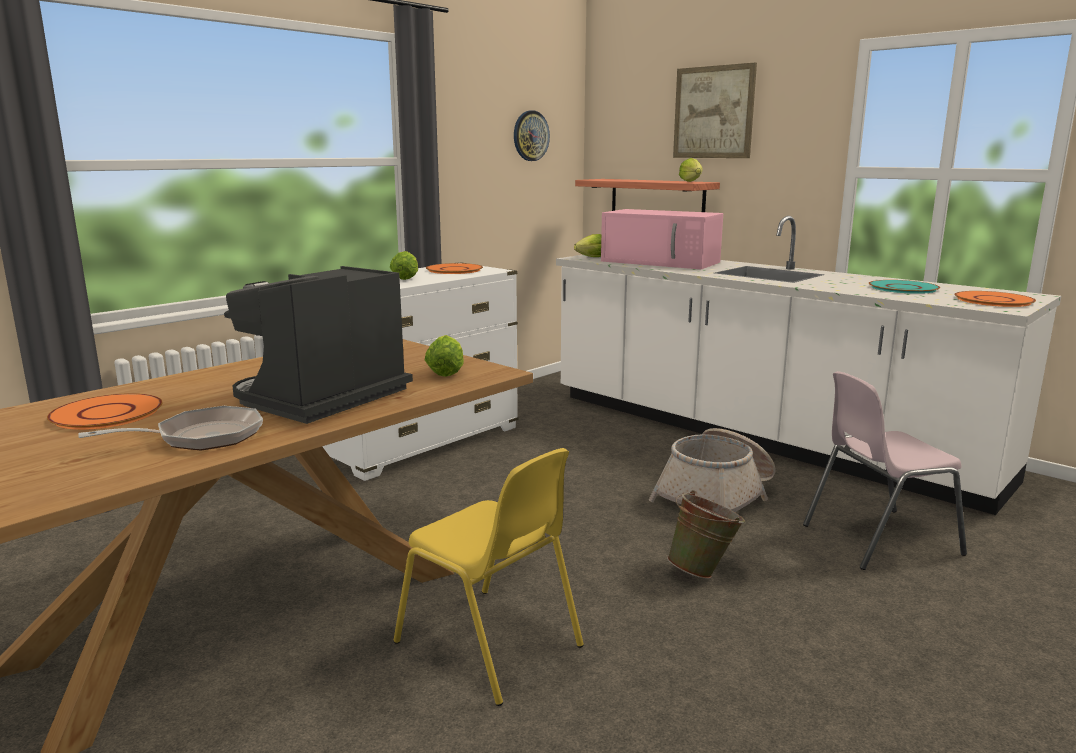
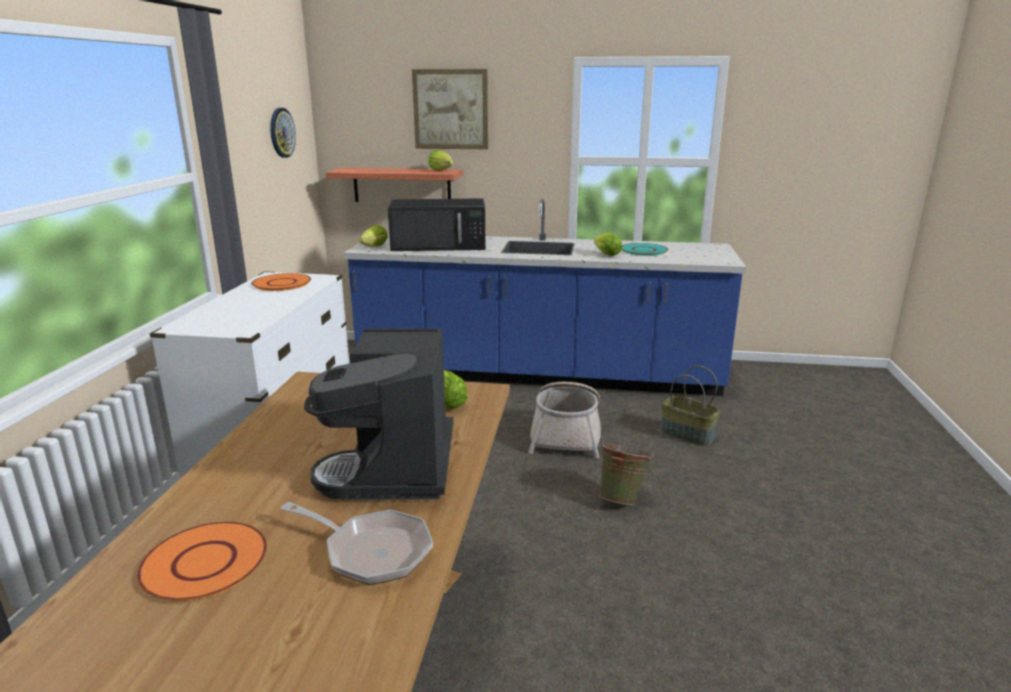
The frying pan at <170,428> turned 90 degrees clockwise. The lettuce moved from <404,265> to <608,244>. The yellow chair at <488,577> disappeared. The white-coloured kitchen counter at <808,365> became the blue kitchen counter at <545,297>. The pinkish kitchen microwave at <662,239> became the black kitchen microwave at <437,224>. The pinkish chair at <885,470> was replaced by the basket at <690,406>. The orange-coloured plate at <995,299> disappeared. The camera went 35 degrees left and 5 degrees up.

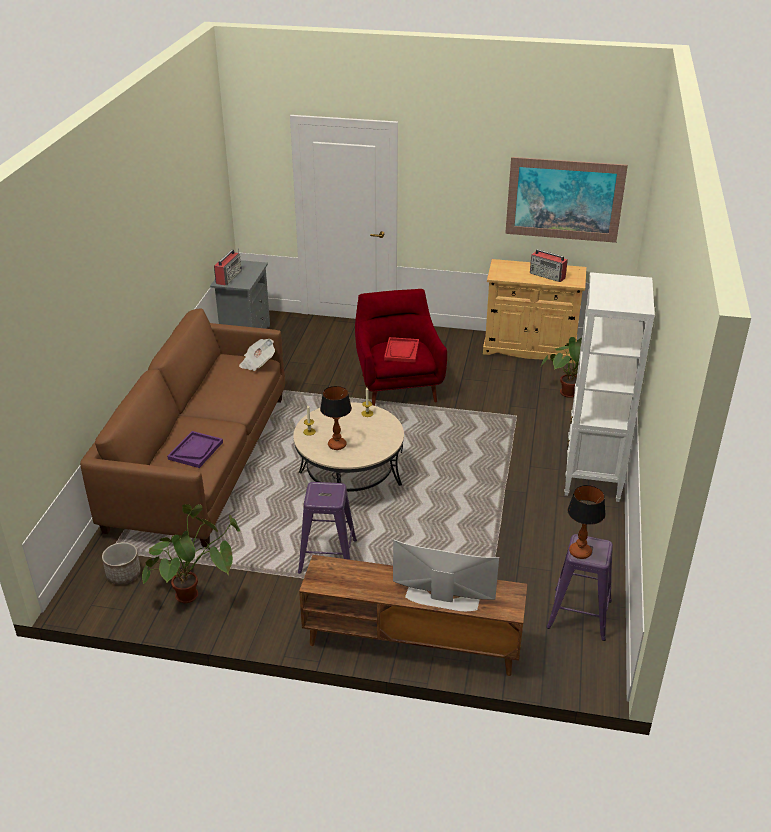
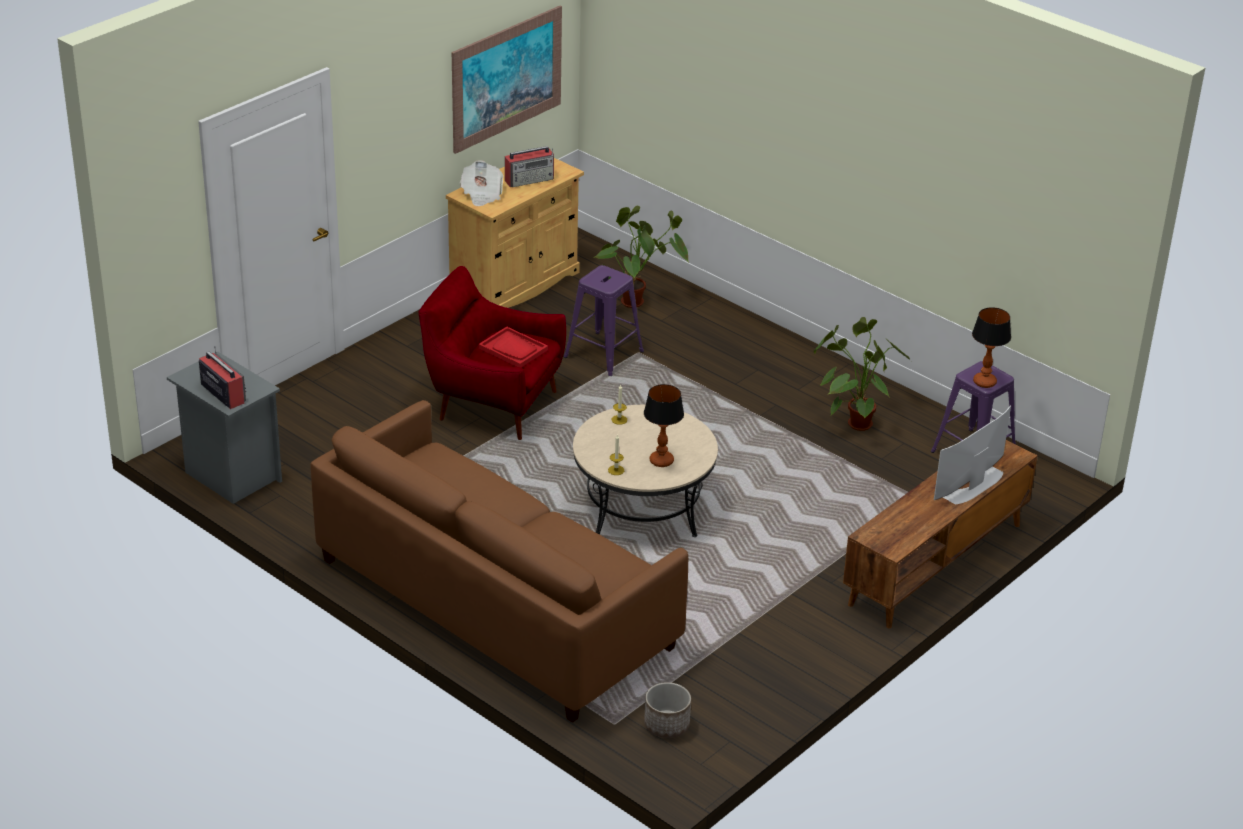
The potted plant moved from <191,553> to <862,374>. The purple serving tray at <195,449> disappeared. The printed paper moved from <257,355> to <482,183>. The purple sitting stool moved from <327,528> to <604,320>. The white-coloured bookcase at <609,387> disappeared. The camera went 60 degrees left and 0 degrees up.

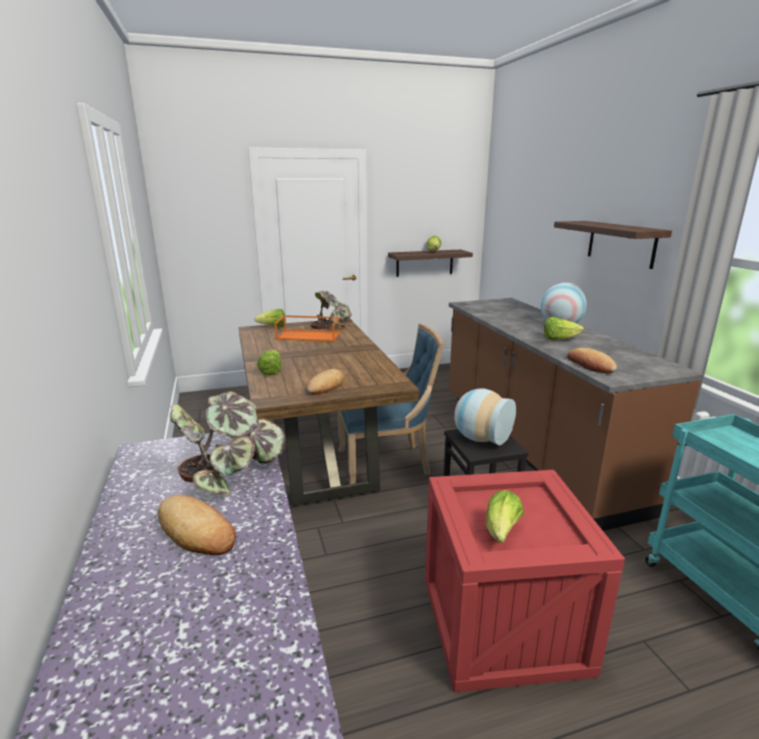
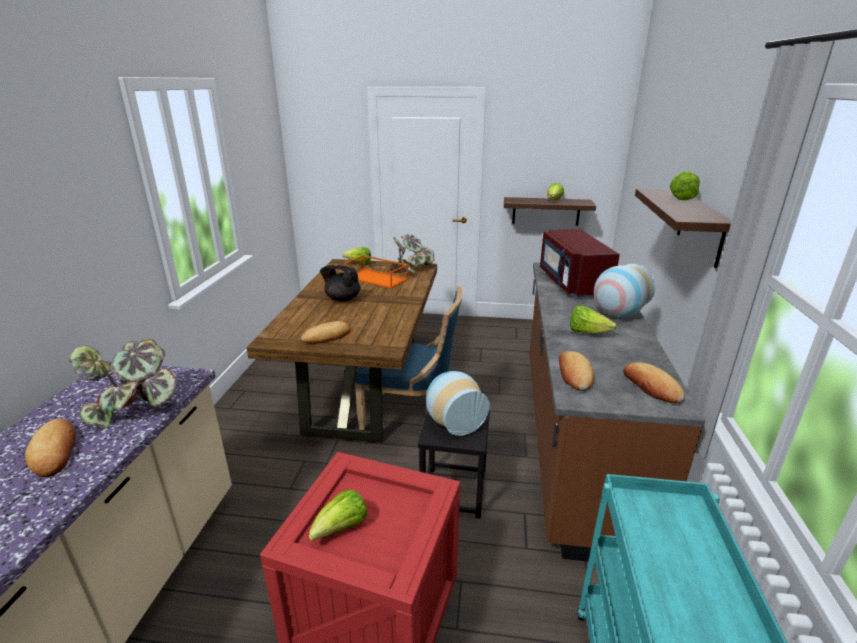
The lettuce moved from <269,363> to <685,185>. The black teapot at <340,283> appeared. The red kitchen microwave at <580,263> appeared. The bakery bread at <654,382> appeared. The camera went 25 degrees right and 5 degrees up.

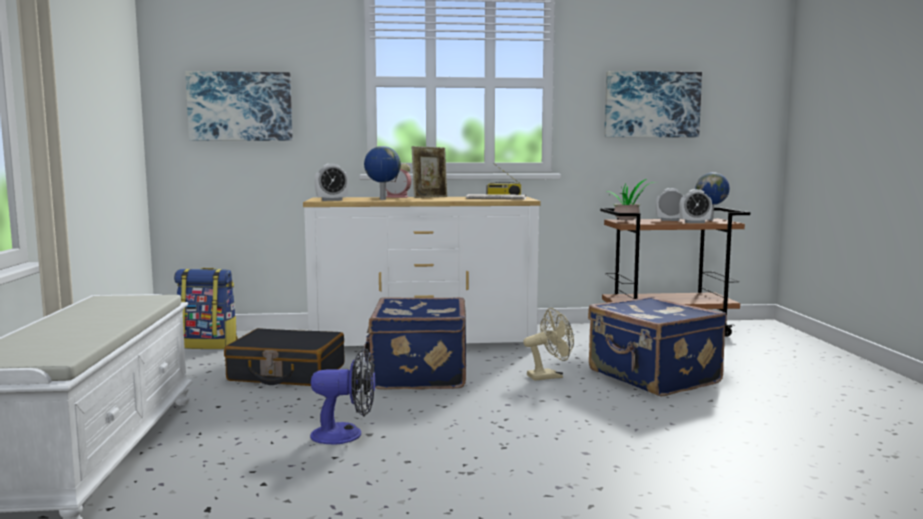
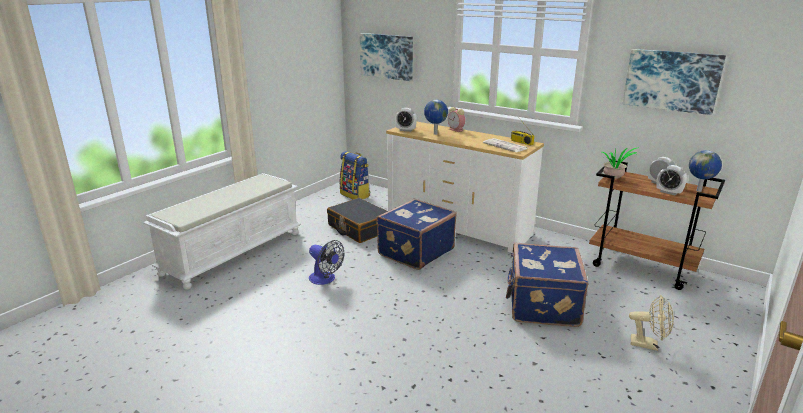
The photo frame at <429,172> disappeared. The beige cooling fan moved from <548,344> to <651,323>. The camera went 40 degrees right and 15 degrees up.

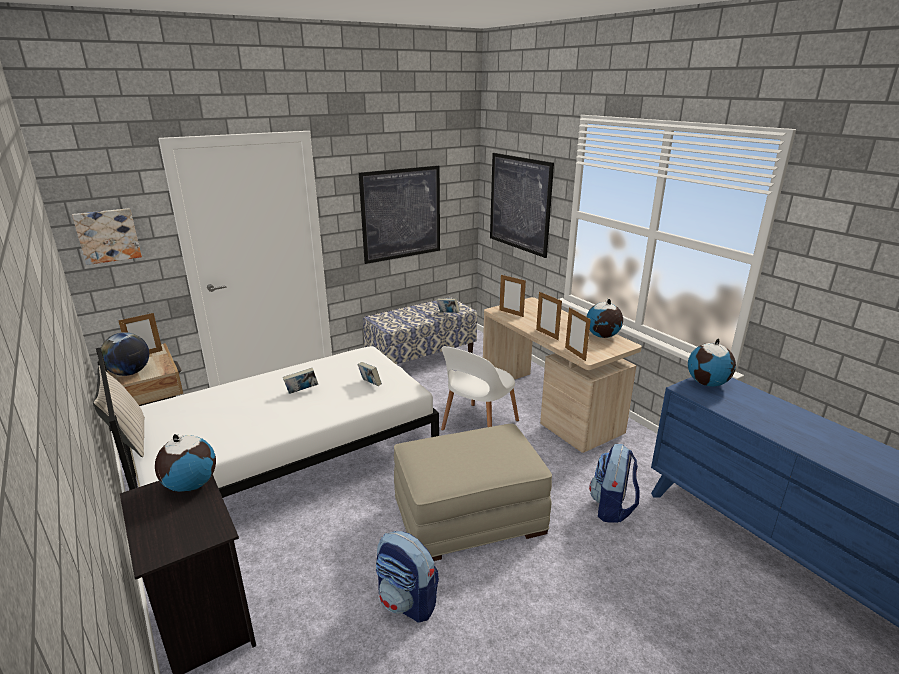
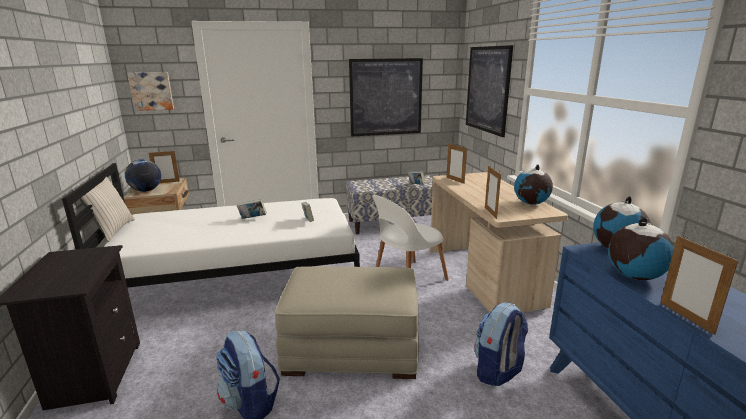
The world globe moved from <185,463> to <641,248>. The photo frame moved from <549,315> to <699,285>. The camera went 20 degrees right and 5 degrees down.

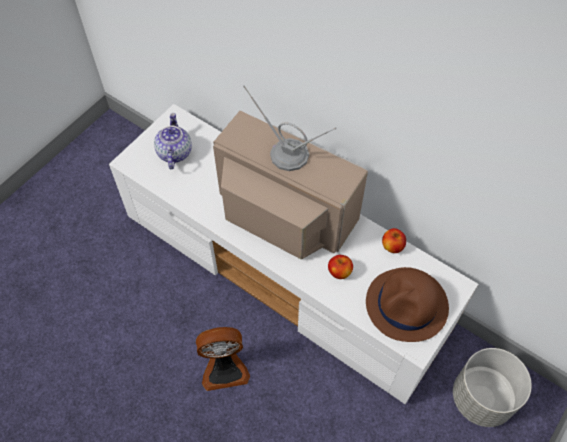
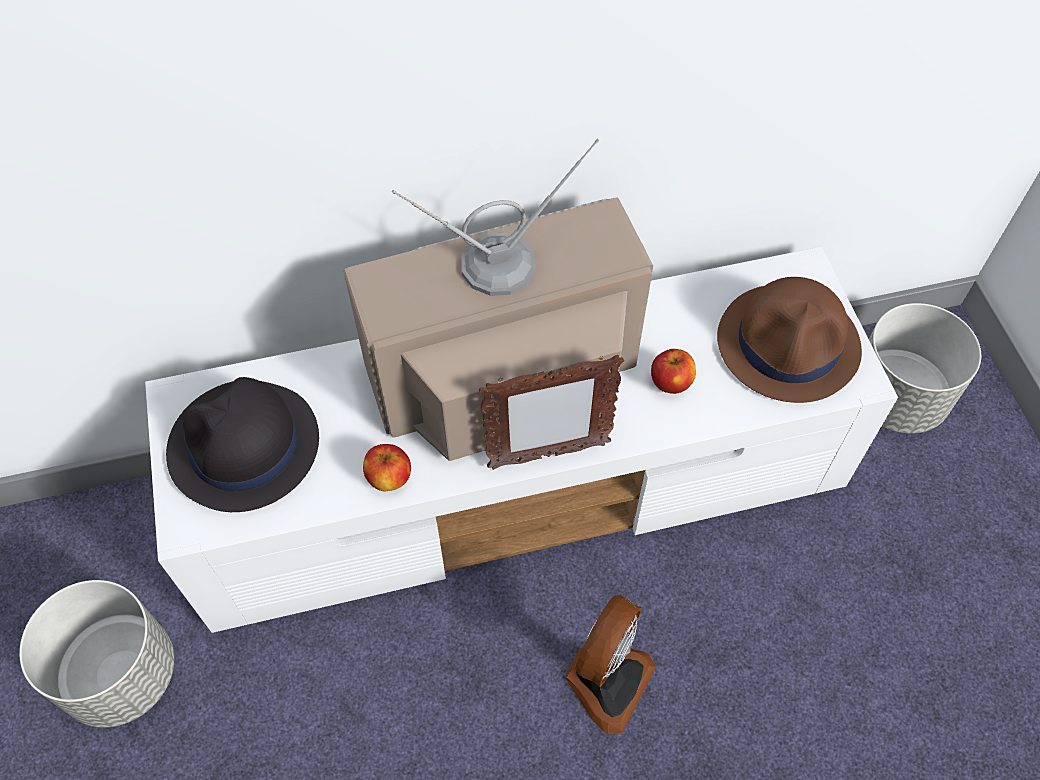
The teapot at <173,141> was replaced by the black wearable hat at <242,444>. The apple fruit moved from <394,240> to <387,467>. The gray flower pot at <96,654> appeared. The photo frame at <551,412> appeared. The camera went 50 degrees left and 0 degrees up.

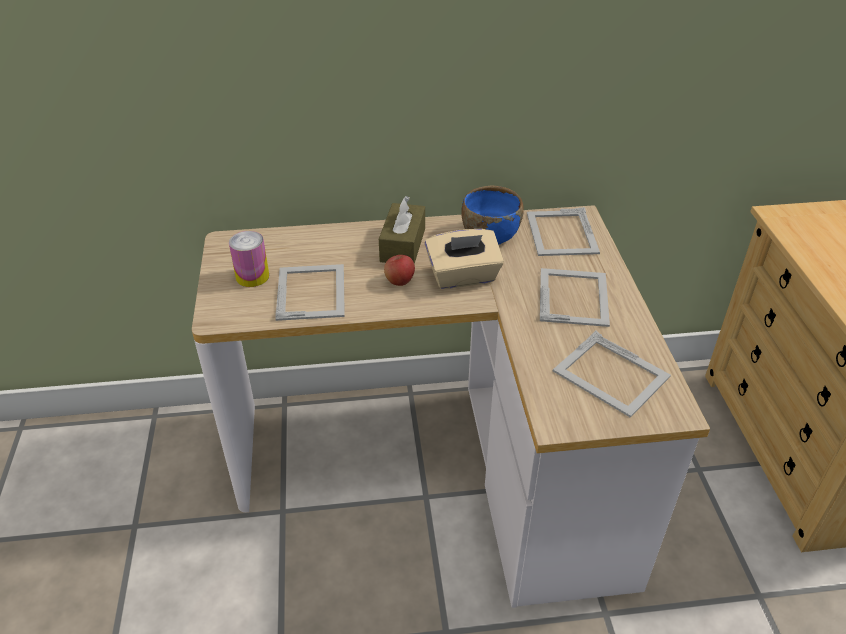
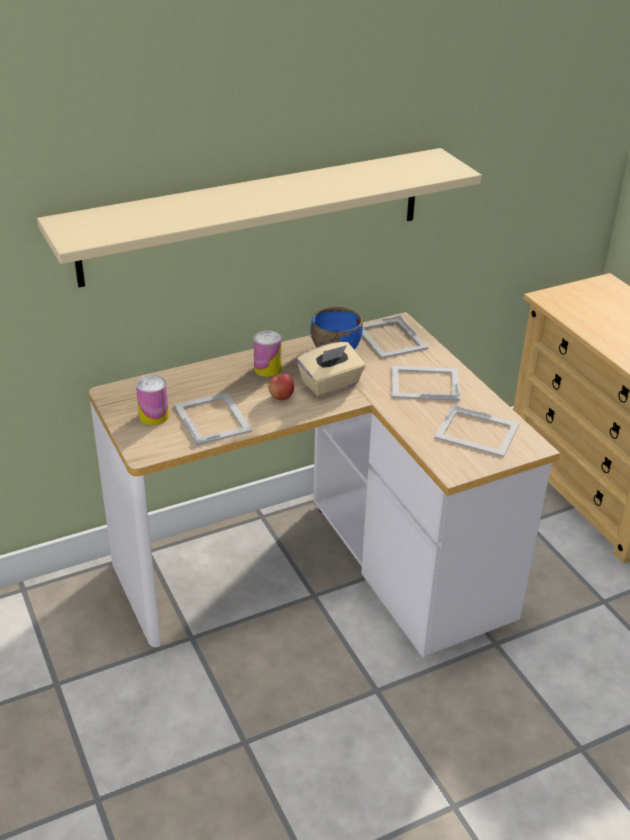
The brown-coloured tissue holder at <402,230> was replaced by the can at <267,354>. The photo frame at <575,297> turned 75 degrees counterclockwise. The beige shelf at <259,217> appeared. The camera went 20 degrees left and 5 degrees down.

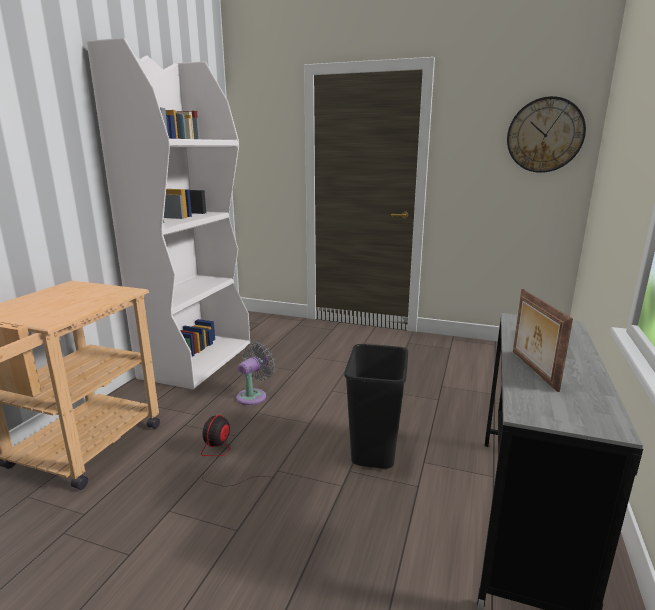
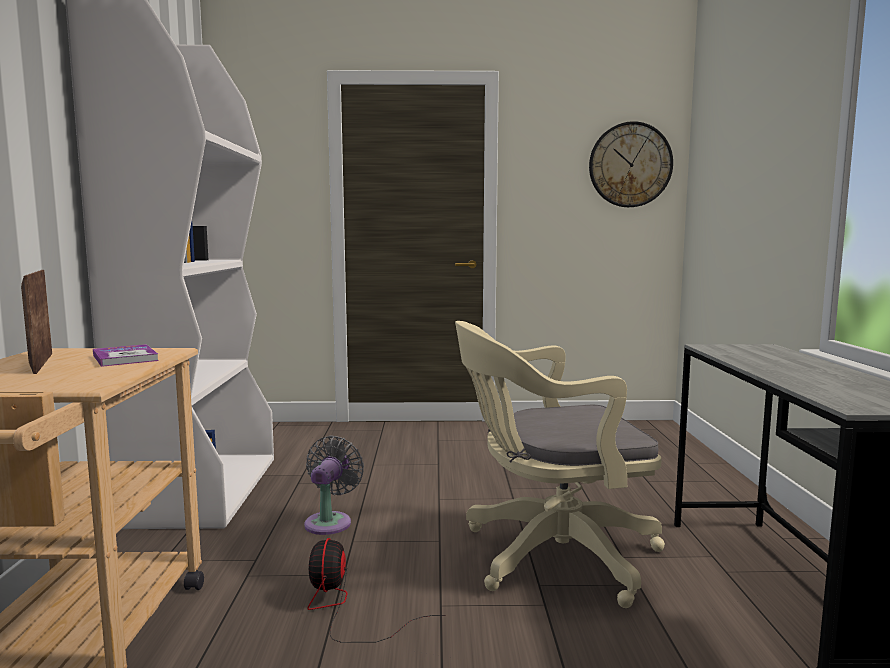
The black waste bin at <376,406> was replaced by the beige computer chair at <560,464>. The photo frame moved from <543,340> to <36,322>. The book at <126,355> appeared. The camera went 20 degrees left and 10 degrees down.

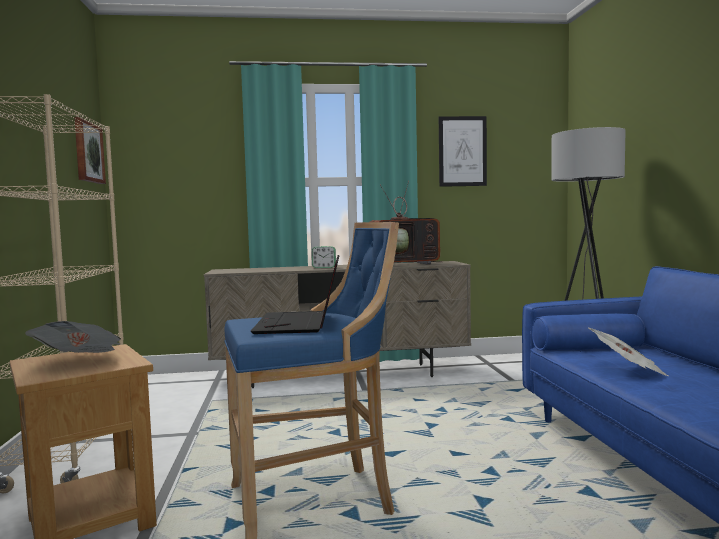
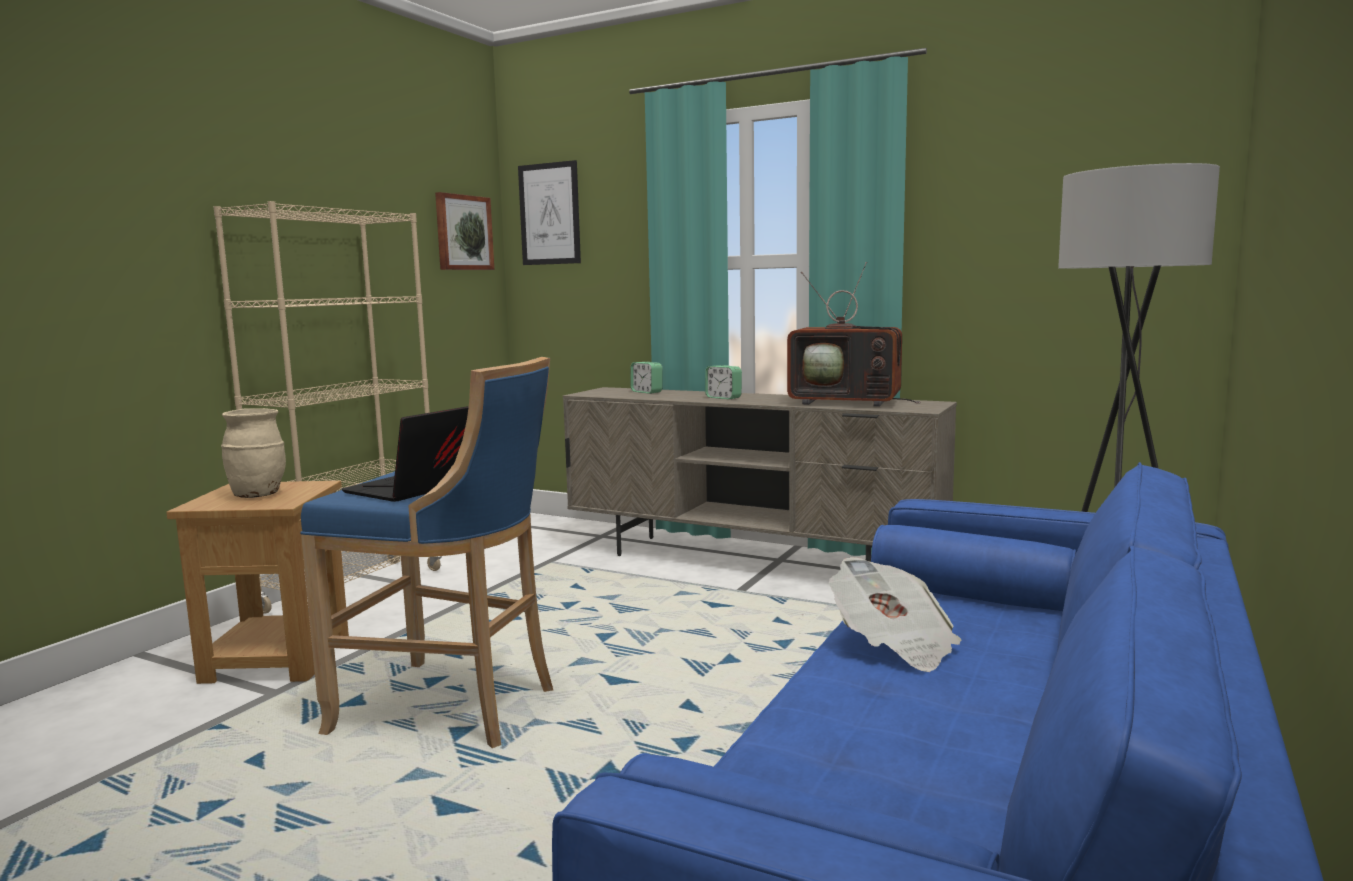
The printed paper at <73,337> was replaced by the beige decorative vase at <253,453>. The picture moved from <463,151> to <549,212>. The table clock at <647,378> appeared. The camera went 35 degrees right and 5 degrees up.

